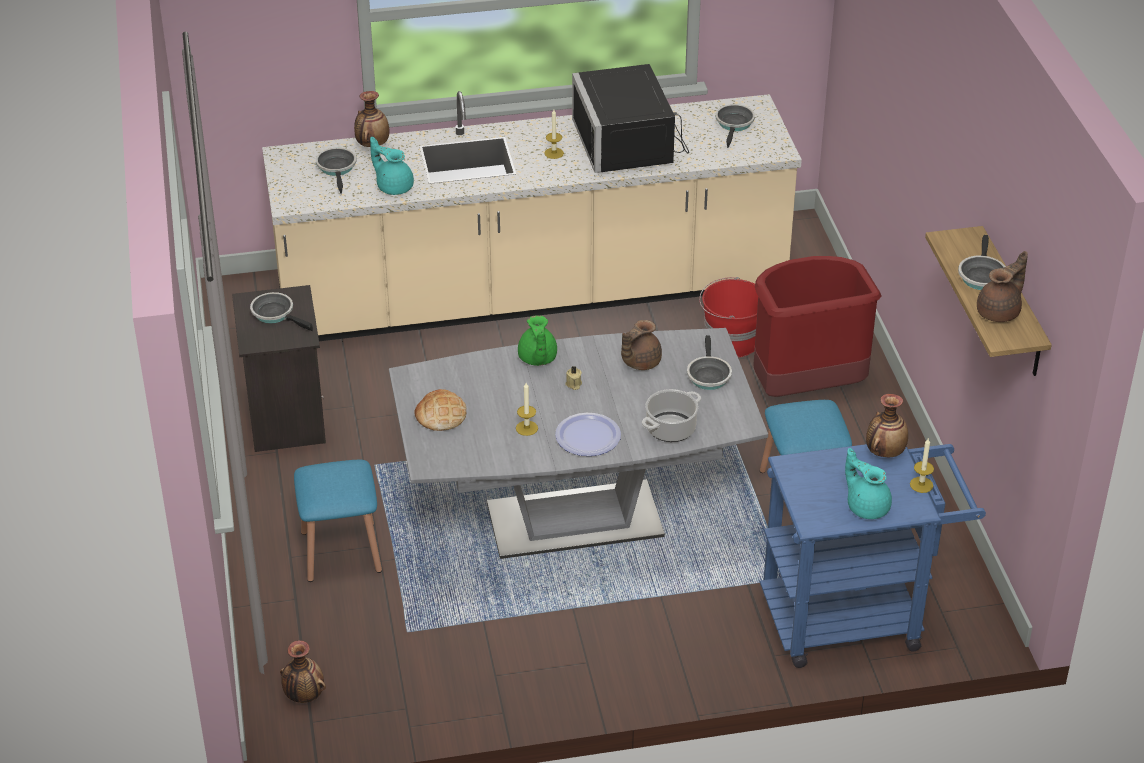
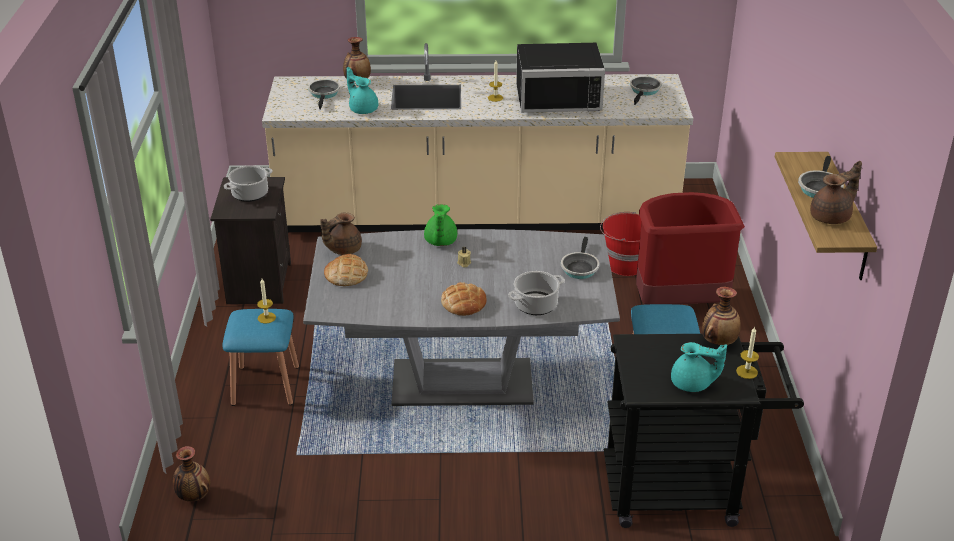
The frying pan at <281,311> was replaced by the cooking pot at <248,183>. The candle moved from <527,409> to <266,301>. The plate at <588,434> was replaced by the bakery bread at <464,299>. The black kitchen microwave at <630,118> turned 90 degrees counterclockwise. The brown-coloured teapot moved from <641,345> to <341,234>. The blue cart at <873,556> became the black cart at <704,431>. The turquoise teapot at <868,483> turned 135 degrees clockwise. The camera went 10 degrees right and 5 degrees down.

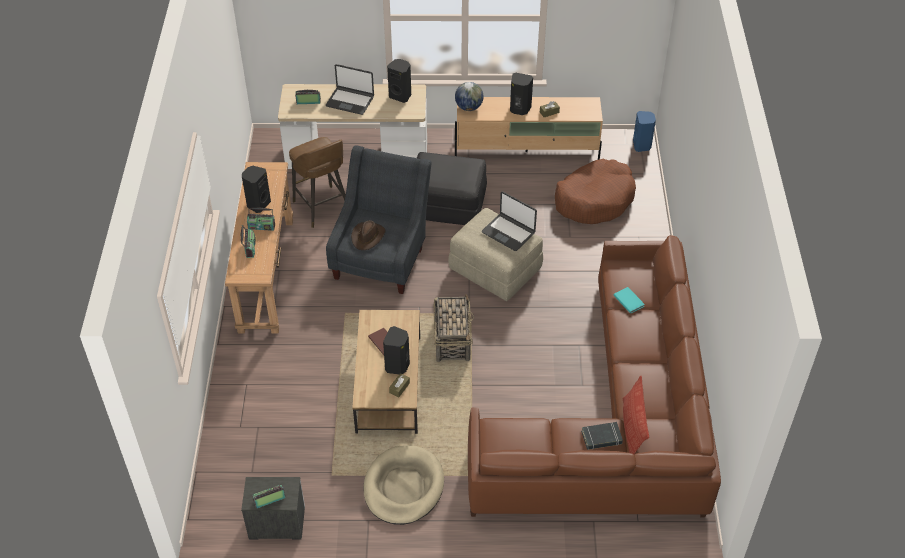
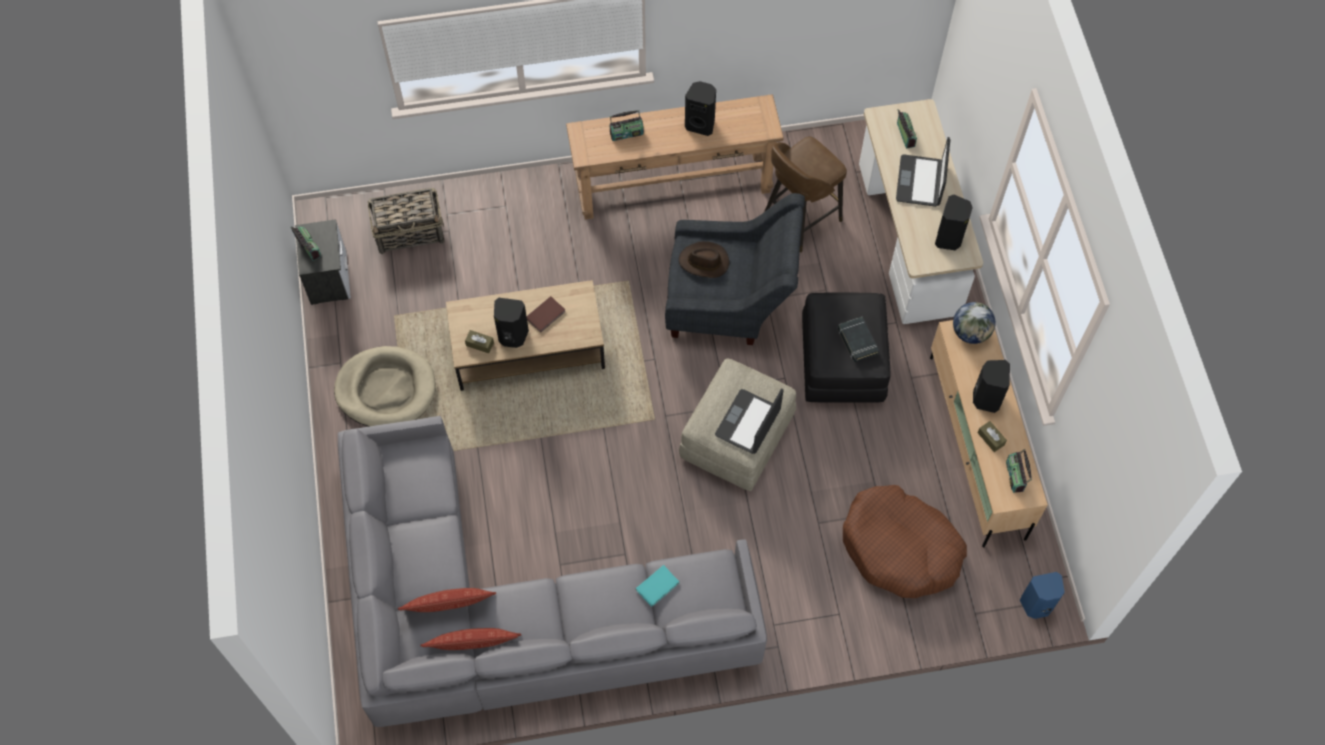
The radio moved from <261,219> to <1019,471>. The basket moved from <454,328> to <406,221>. The brown-coloured sofa at <594,376> became the gray sofa at <552,571>. The black book moved from <602,436> to <858,339>. The cushion at <470,639> appeared. The camera went 80 degrees right and 15 degrees up.

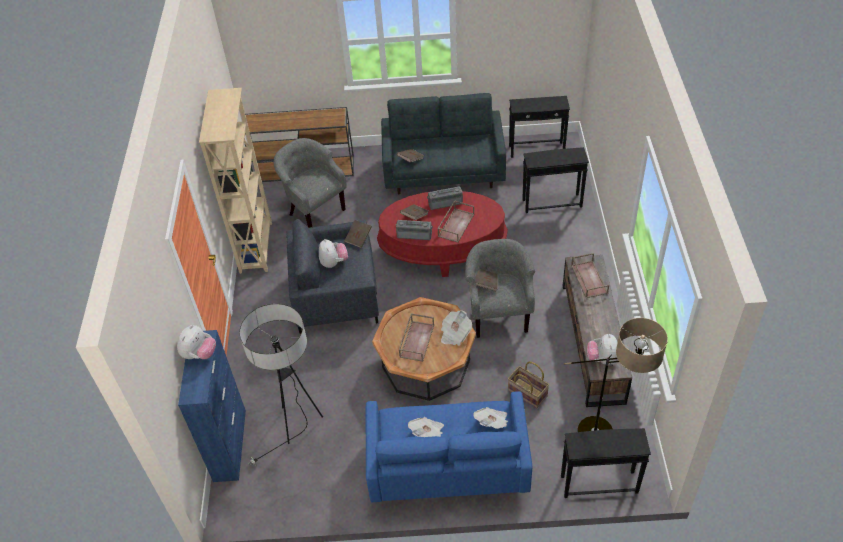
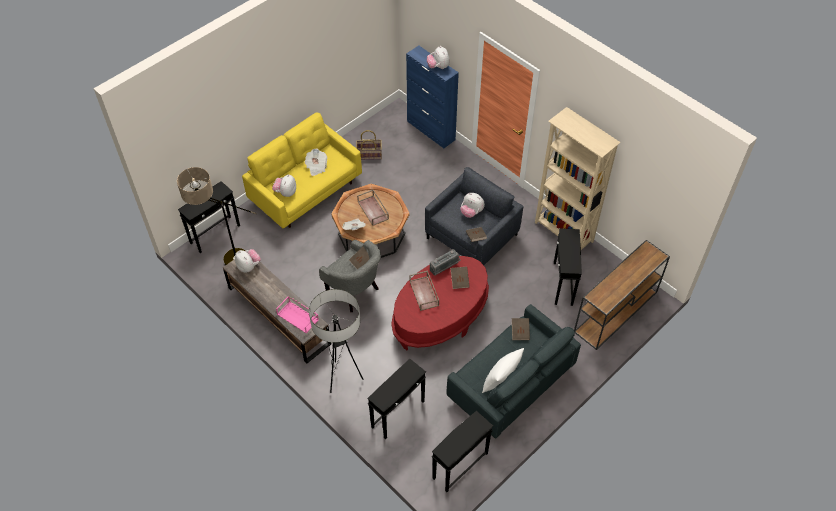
The standard lamp moved from <281,385> to <336,341>. The gray armchair at <310,183> was replaced by the black accent table at <568,267>. The blue sofa at <449,446> became the yellow sofa at <302,170>. The radio at <445,198> disappeared. The printed paper at <490,418> was replaced by the cuddly toy at <284,185>. The basket moved from <528,384> to <369,145>. The brown-coloured serving tray at <590,275> became the pinkish serving tray at <297,315>. The white-coloured cushion at <503,370> appeared. The camera went 135 degrees right and 5 degrees up.

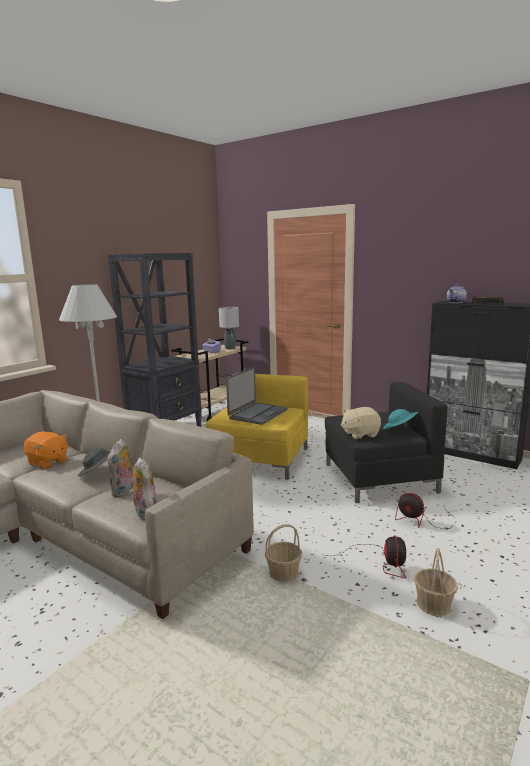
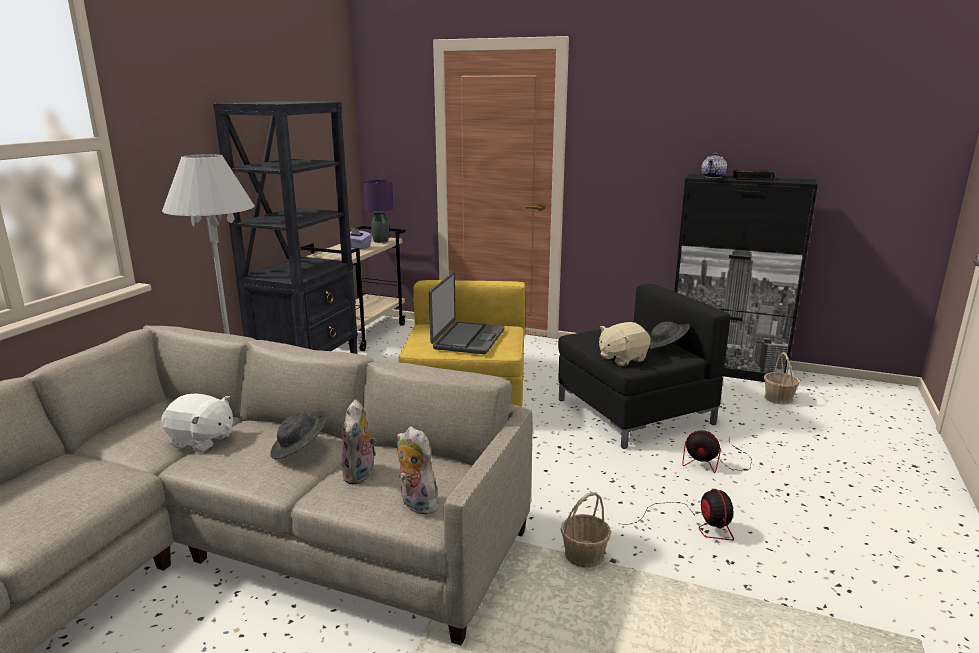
The orange-coloured cuddly toy at <46,450> became the white-coloured cuddly toy at <197,423>. The gray table lamp at <229,328> became the purple table lamp at <378,211>. The turquoise wearable hat at <400,419> became the gray wearable hat at <669,335>. The basket moved from <436,582> to <782,378>. The camera went 15 degrees left and 5 degrees up.

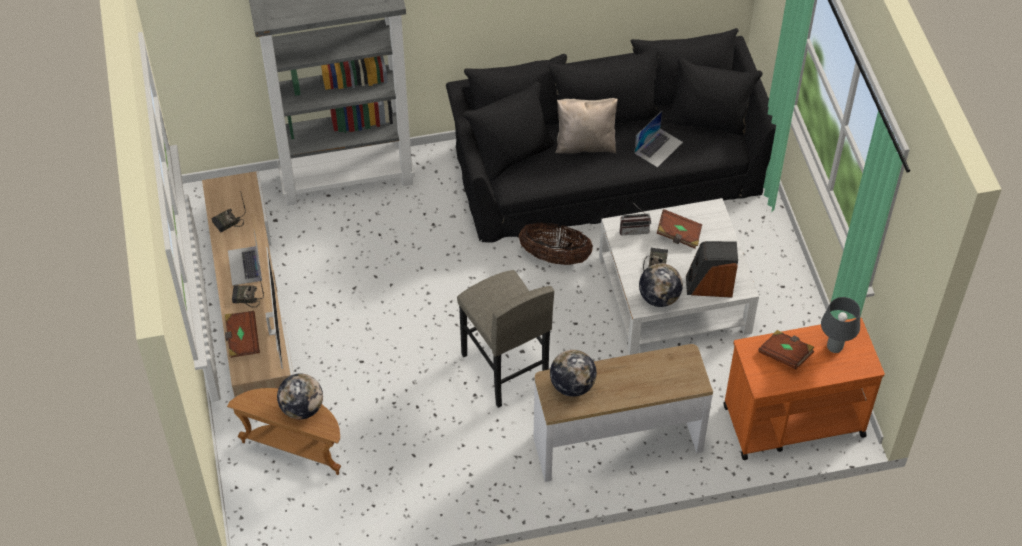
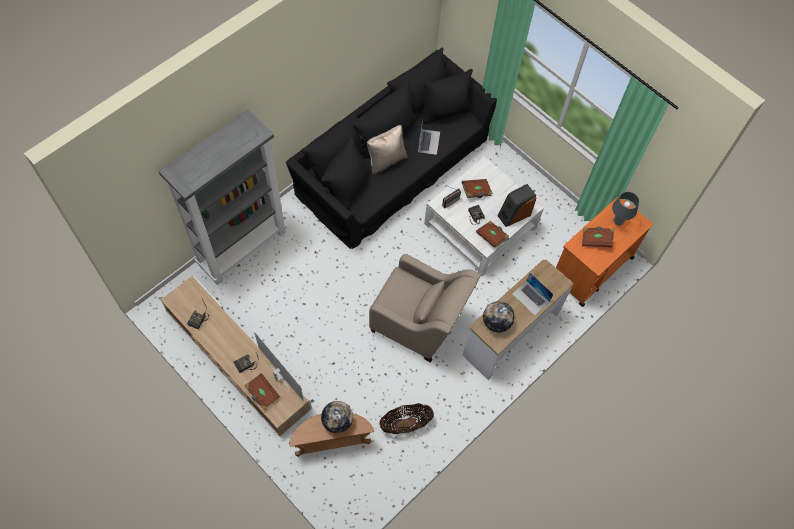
The notebook computer moved from <245,258> to <532,294>. The gray sitting stool at <505,339> was replaced by the beige armchair at <425,308>. The basket moved from <556,243> to <406,418>. The world globe at <661,285> was replaced by the brown-coloured book at <492,234>. The camera went 35 degrees left and 10 degrees up.

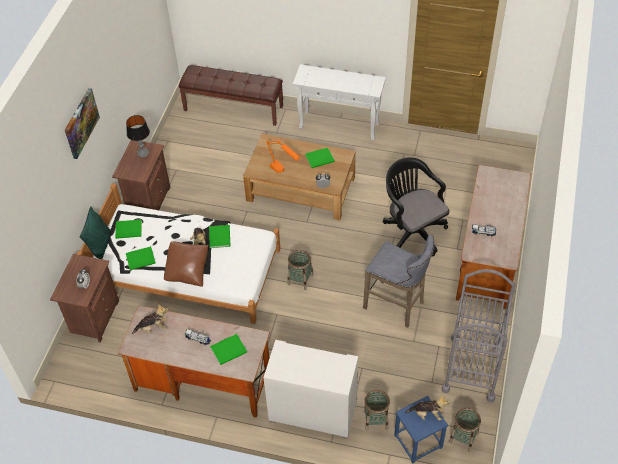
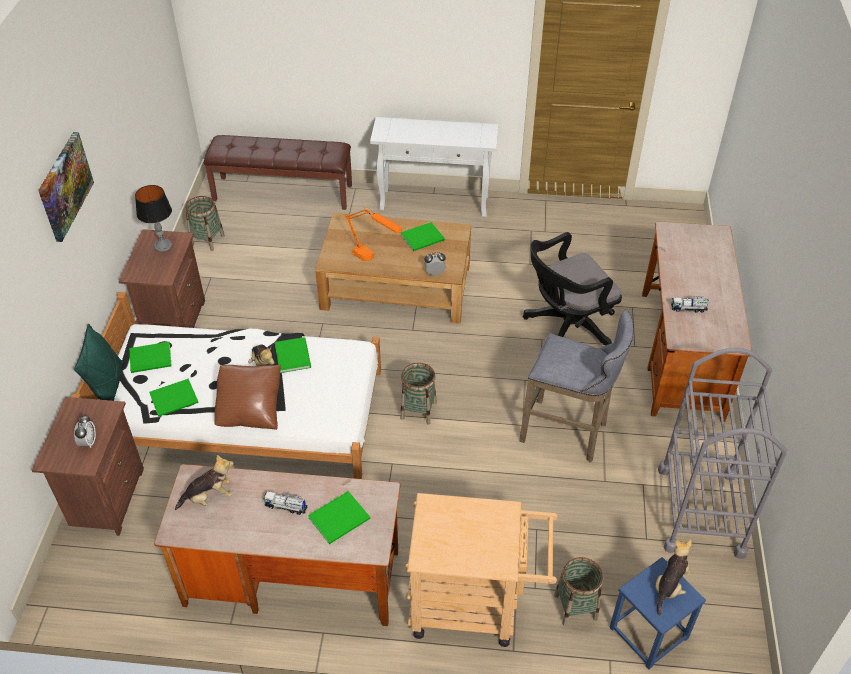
The white-coloured dresser at <310,389> was replaced by the beige cart at <481,570>. The black computer chair at <416,206> turned 75 degrees counterclockwise. The cuddly toy at <427,407> turned 60 degrees counterclockwise. The basket moved from <465,430> to <205,223>. The camera went 10 degrees left and 5 degrees down.

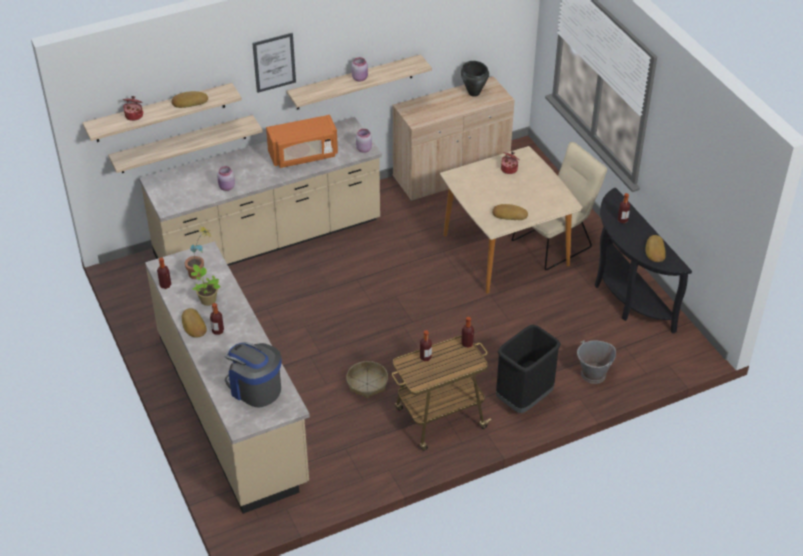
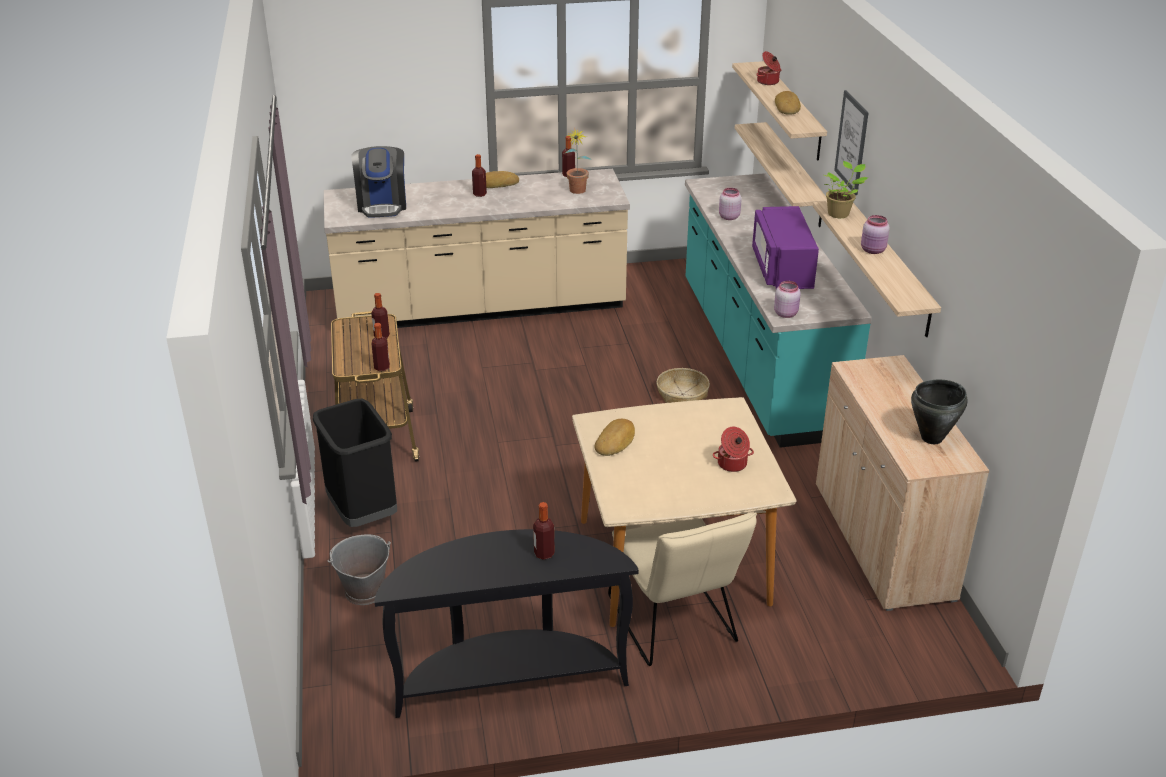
The beige kitchen counter at <260,191> became the turquoise kitchen counter at <778,310>. The potted plant moved from <205,285> to <846,189>. The coffee maker at <253,375> turned 120 degrees clockwise. The orange-coloured kitchen microwave at <302,141> became the purple kitchen microwave at <785,247>. The basket moved from <367,380> to <683,385>. The bakery bread at <655,248> disappeared. The camera went 105 degrees right and 10 degrees down.

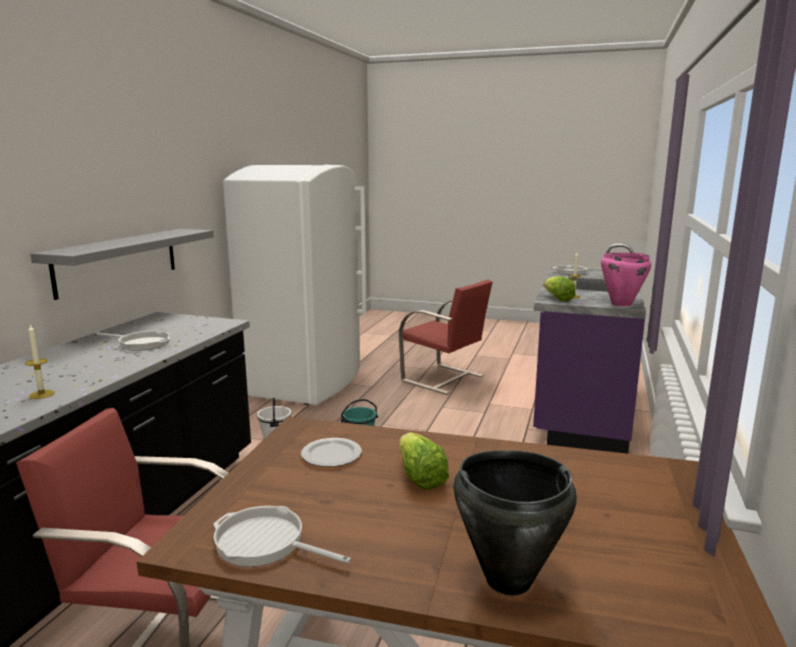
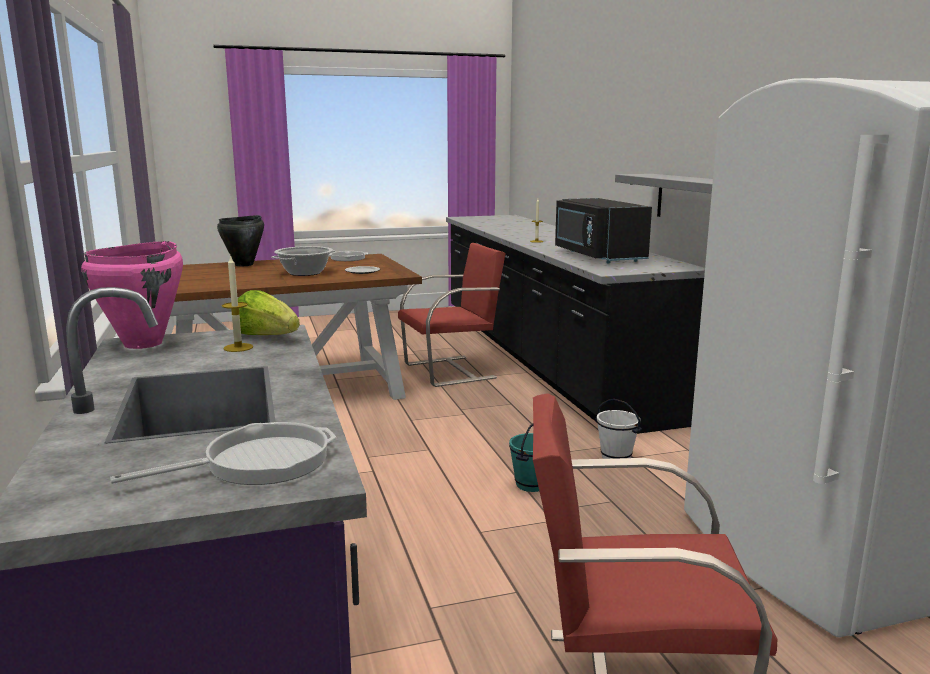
The frying pan at <134,340> was replaced by the black kitchen microwave at <603,230>. The lettuce at <424,461> was replaced by the cooking pot at <303,261>. The camera went 145 degrees right and 0 degrees up.

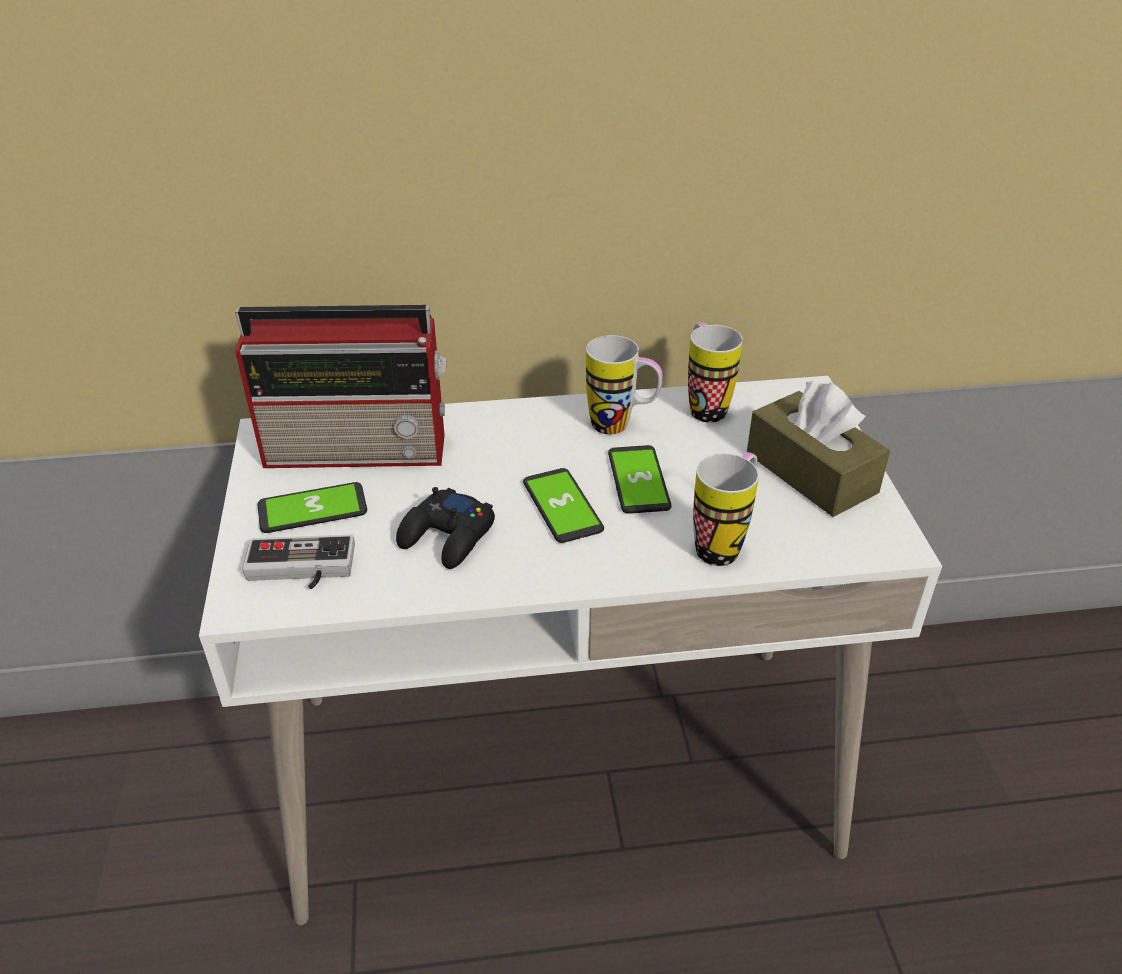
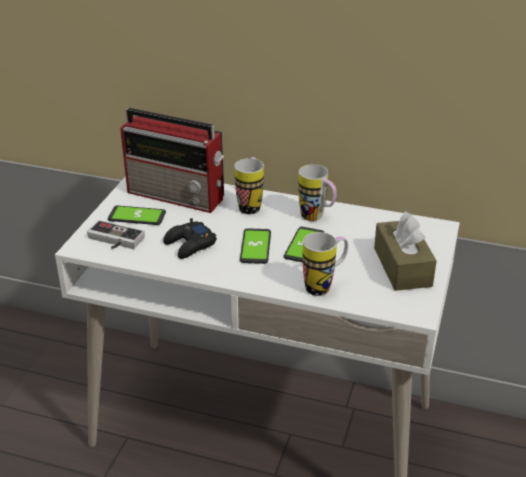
The coffee mug moved from <715,372> to <249,185>. The camera went 25 degrees right and 5 degrees down.

